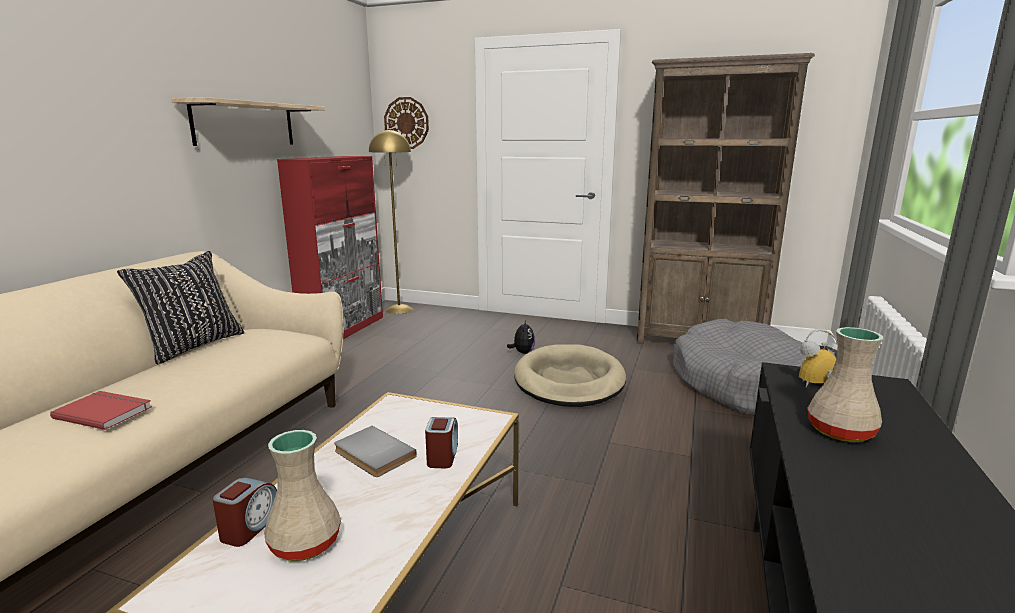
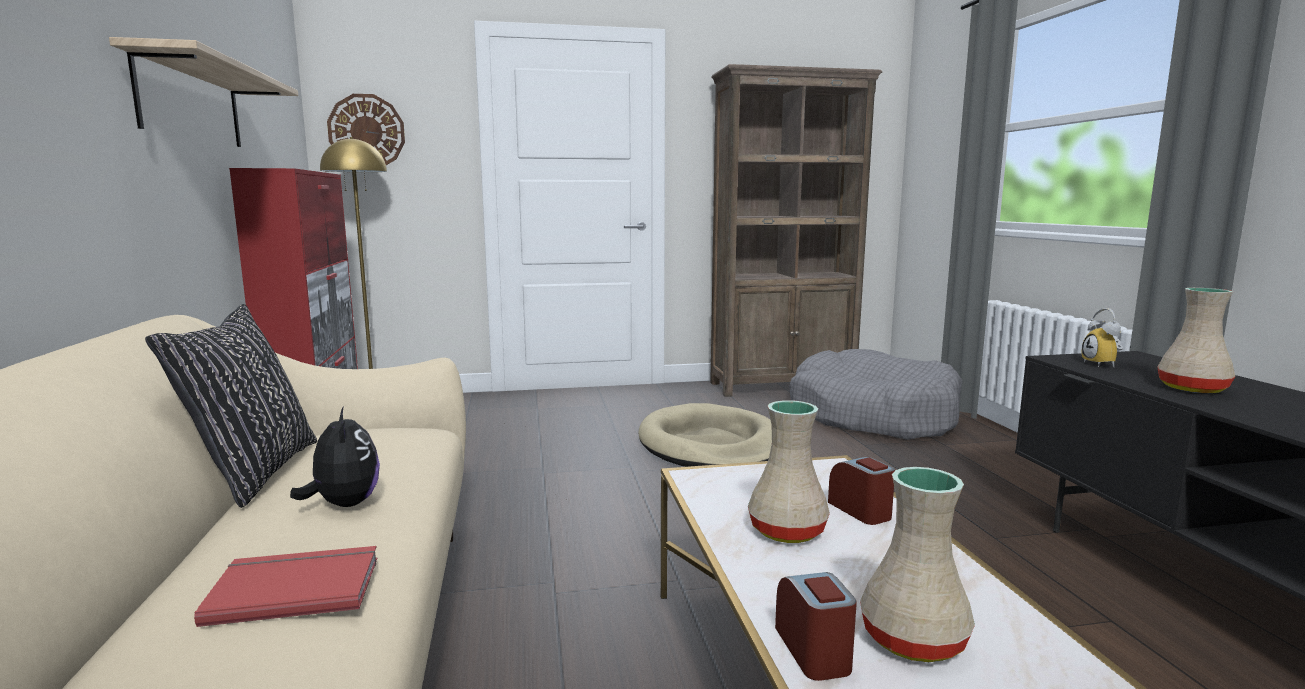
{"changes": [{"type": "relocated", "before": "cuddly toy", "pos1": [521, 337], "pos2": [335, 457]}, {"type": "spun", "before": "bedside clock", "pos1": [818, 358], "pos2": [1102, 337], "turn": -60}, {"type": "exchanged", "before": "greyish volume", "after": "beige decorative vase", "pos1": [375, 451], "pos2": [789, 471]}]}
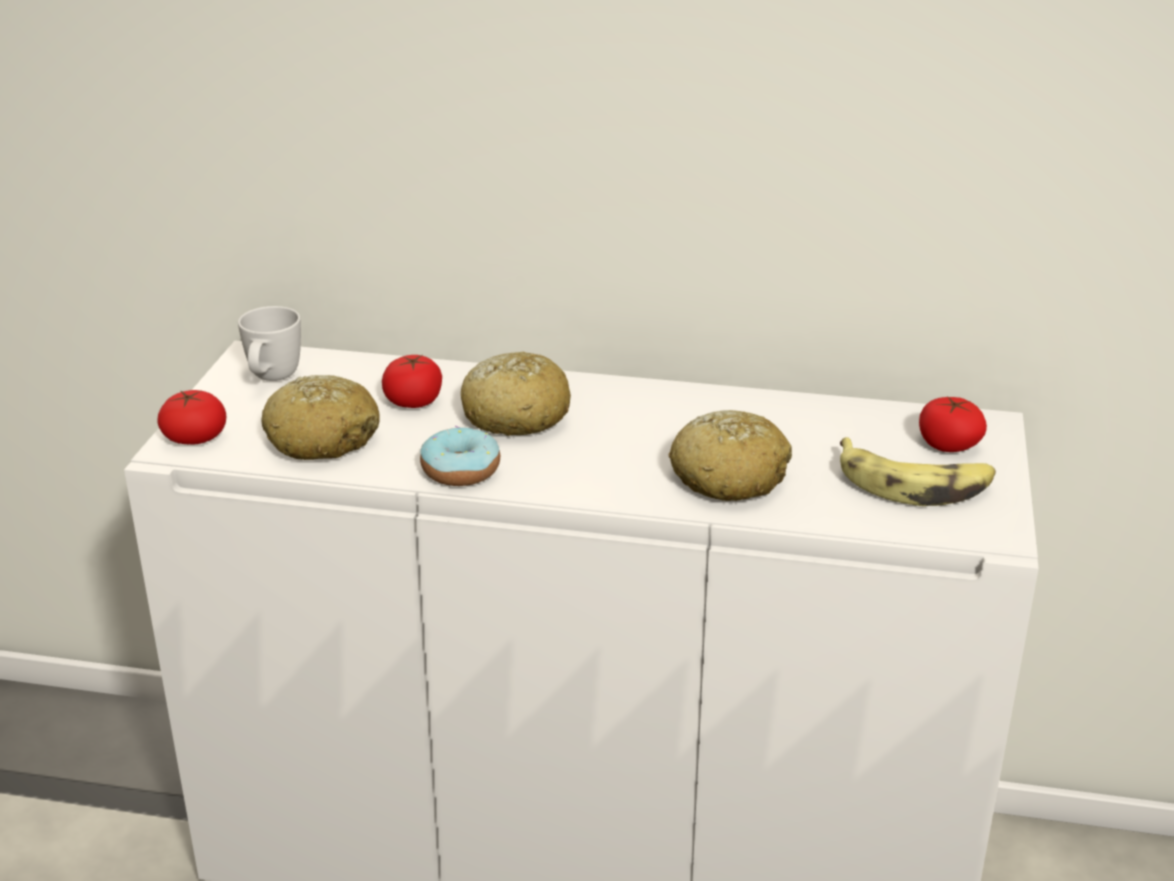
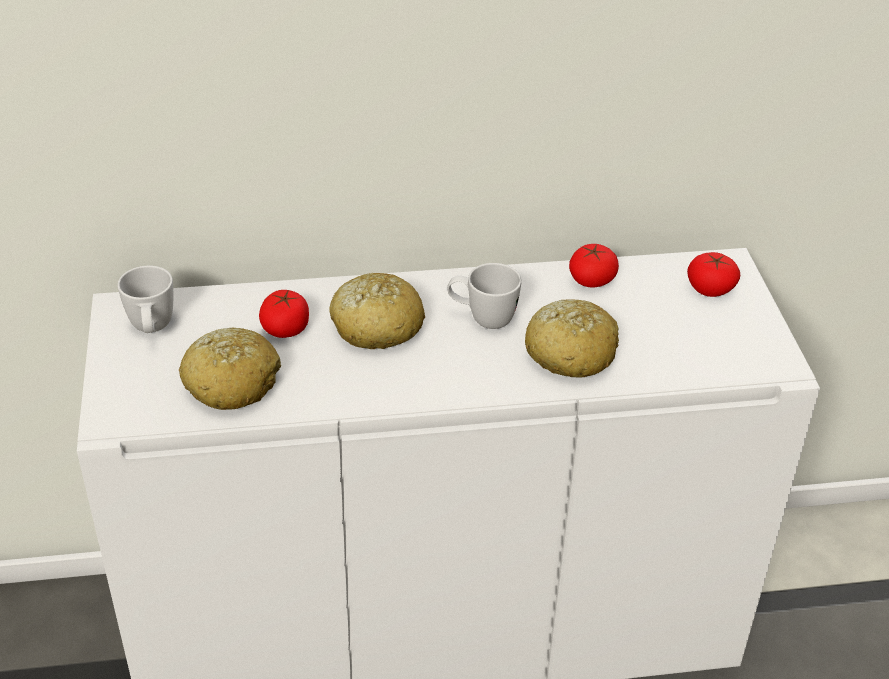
{"changes": [{"type": "relocated", "before": "whole tomato", "pos1": [192, 417], "pos2": [594, 265]}, {"type": "missing", "before": "doughnut", "pos1": [460, 456]}, {"type": "missing", "before": "banana", "pos1": [918, 471]}, {"type": "appeared", "after": "white-coloured mug", "pos2": [484, 296]}]}
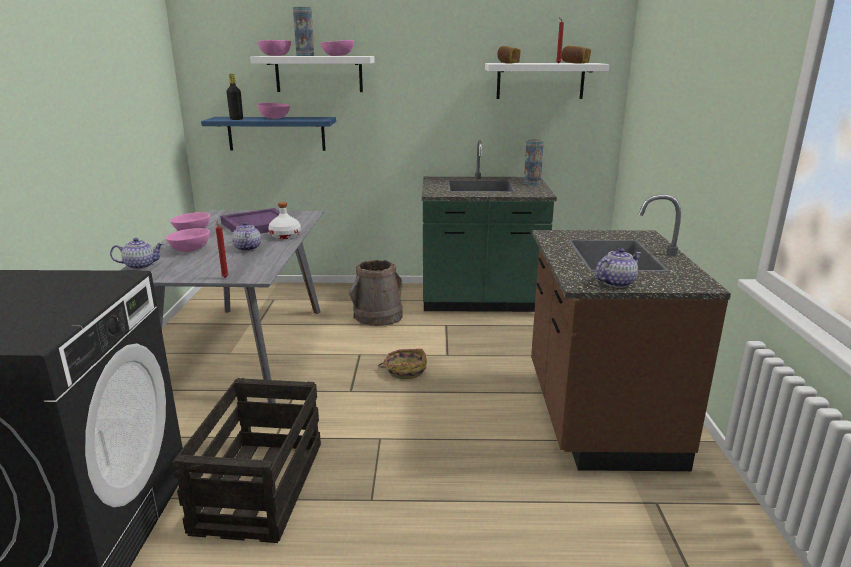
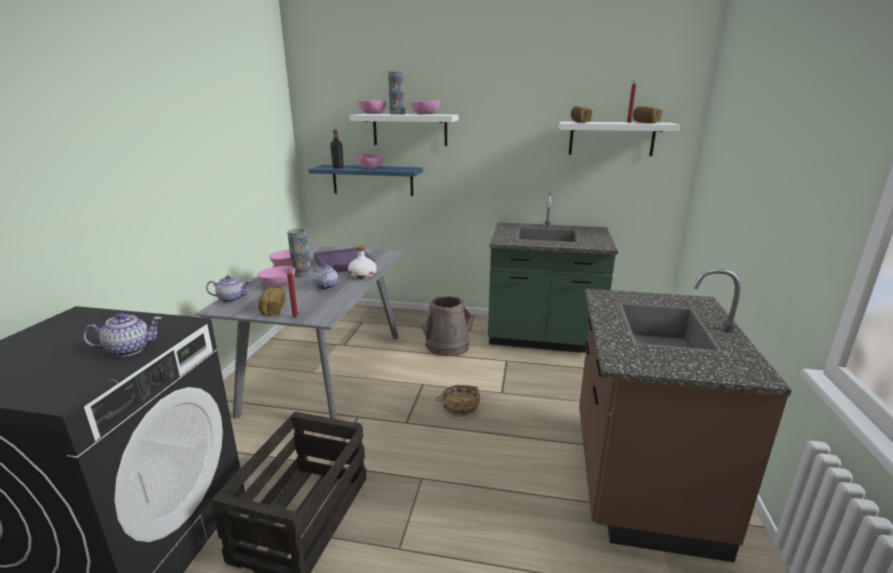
{"changes": [{"type": "relocated", "before": "decorative vase", "pos1": [534, 162], "pos2": [299, 253]}, {"type": "relocated", "before": "pot for tea", "pos1": [618, 268], "pos2": [122, 335]}, {"type": "appeared", "after": "bread", "pos2": [272, 301]}]}
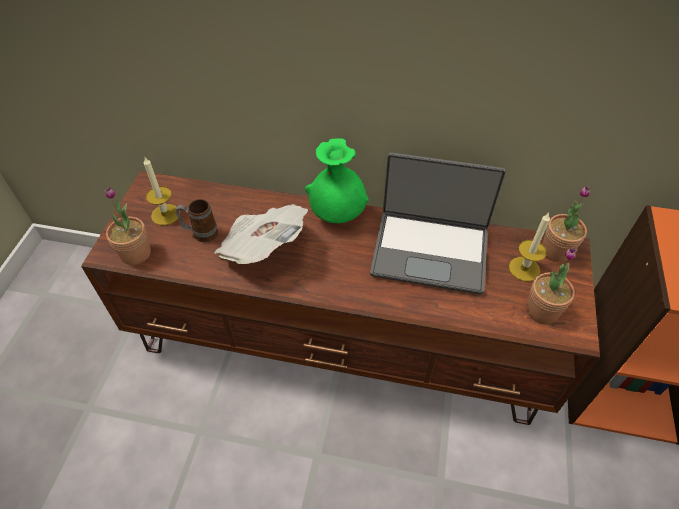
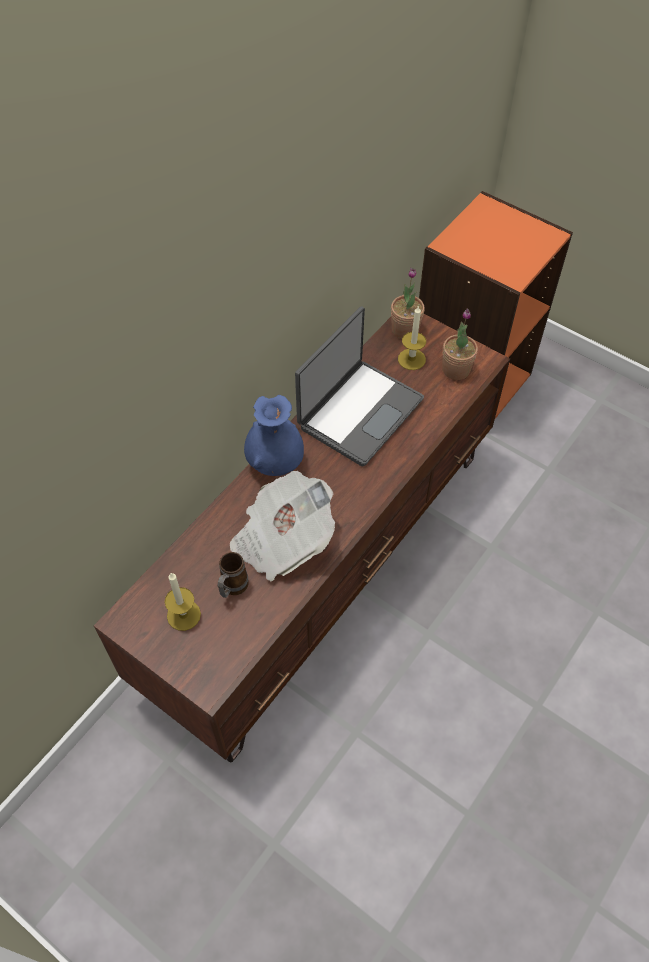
{"changes": [{"type": "colour", "before": "green-coloured decorative vase", "after": "blue decorative vase", "pos1": [337, 180], "pos2": [274, 435]}, {"type": "missing", "before": "potted plant", "pos1": [127, 226]}]}
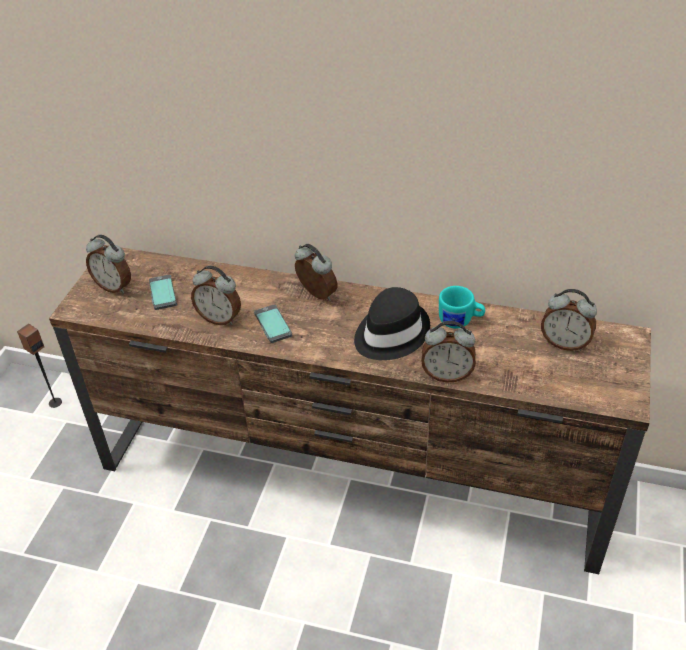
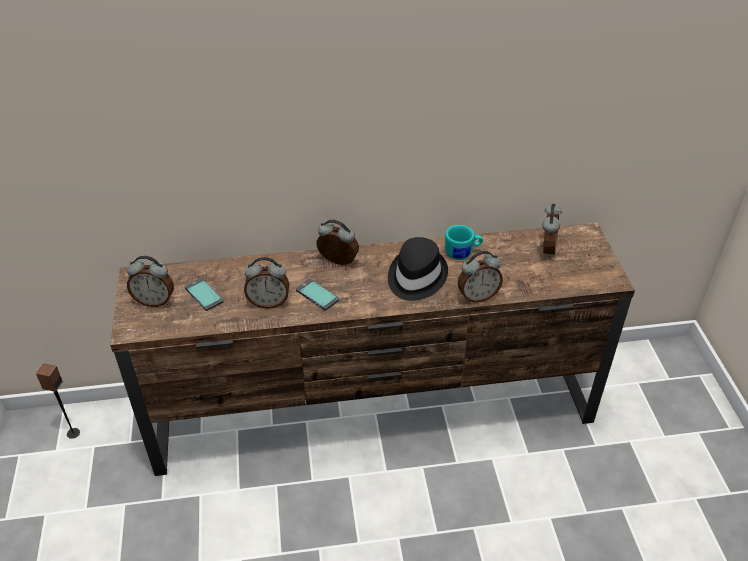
{"changes": [{"type": "spun", "before": "bedside clock", "pos1": [569, 320], "pos2": [552, 231], "turn": -75}]}
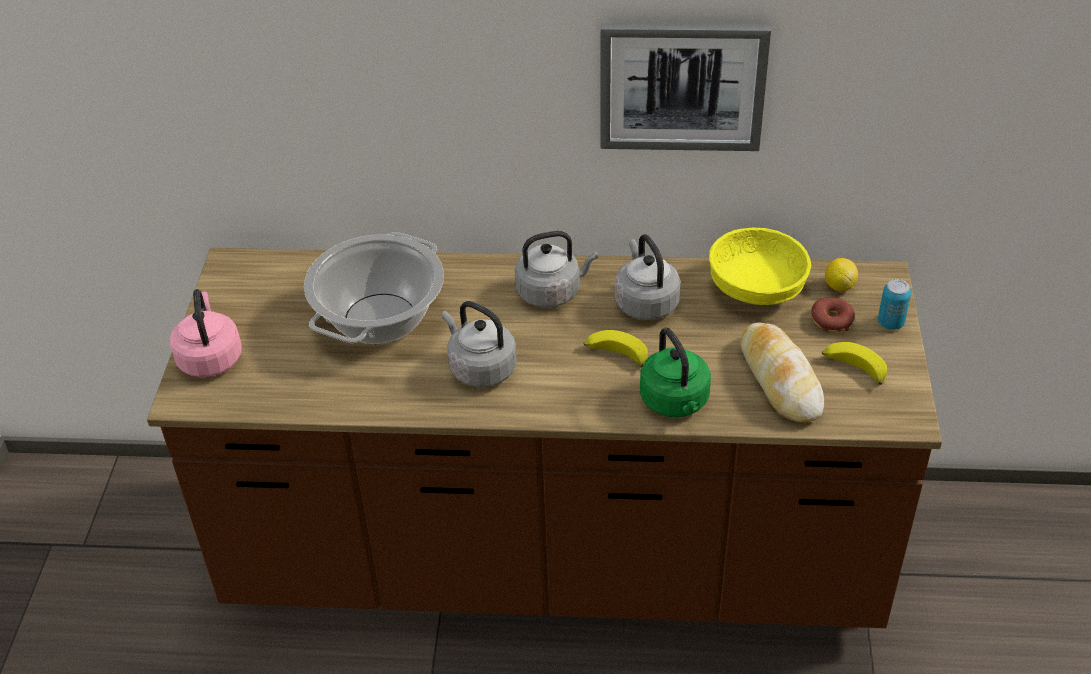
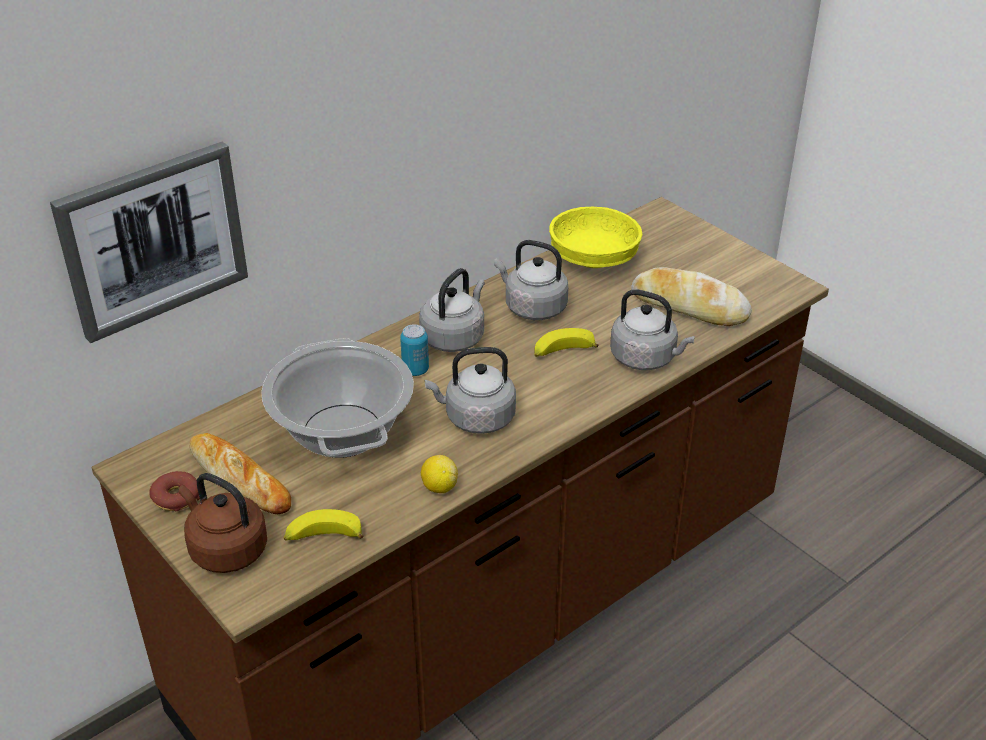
{"changes": [{"type": "relocated", "before": "wall picture", "pos1": [686, 87], "pos2": [149, 242]}, {"type": "relocated", "before": "whole lemon", "pos1": [841, 274], "pos2": [439, 474]}, {"type": "relocated", "before": "sealed can", "pos1": [894, 304], "pos2": [414, 350]}, {"type": "colour", "before": "pink-coloured water kettle", "after": "brown water kettle", "pos1": [206, 333], "pos2": [223, 523]}, {"type": "relocated", "before": "doughnut", "pos1": [833, 314], "pos2": [175, 491]}, {"type": "colour", "before": "green-coloured water kettle", "after": "greyish water kettle", "pos1": [675, 372], "pos2": [652, 329]}, {"type": "relocated", "before": "banana", "pos1": [854, 363], "pos2": [324, 524]}, {"type": "appeared", "after": "bread", "pos2": [240, 473]}]}
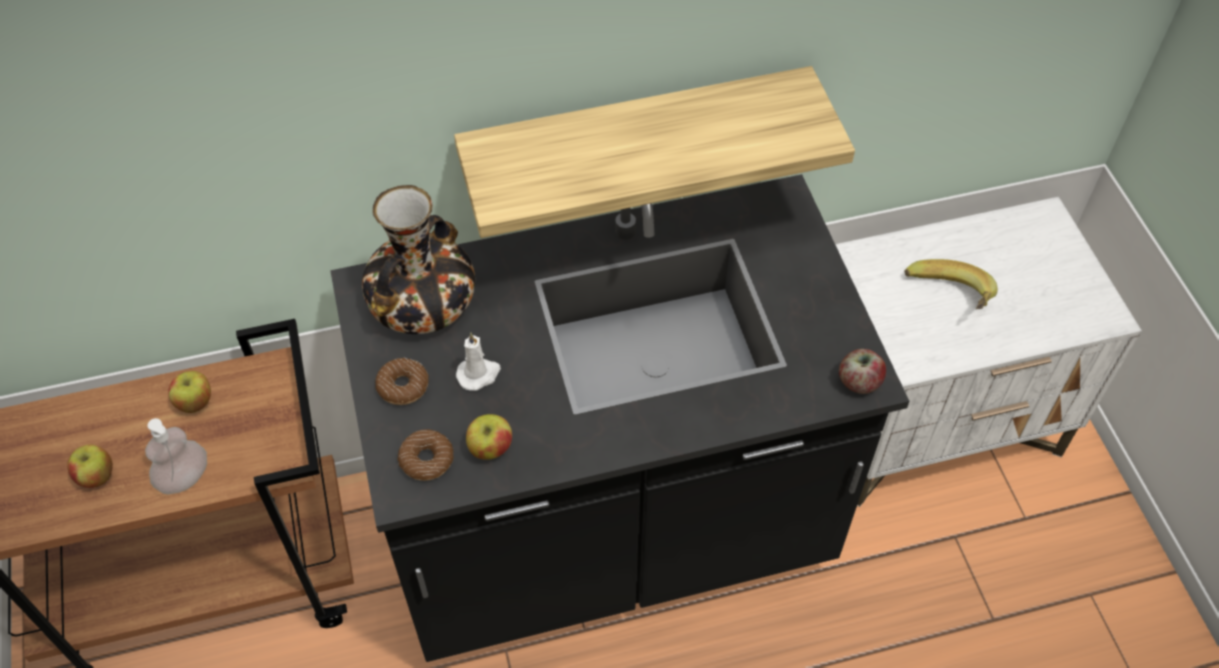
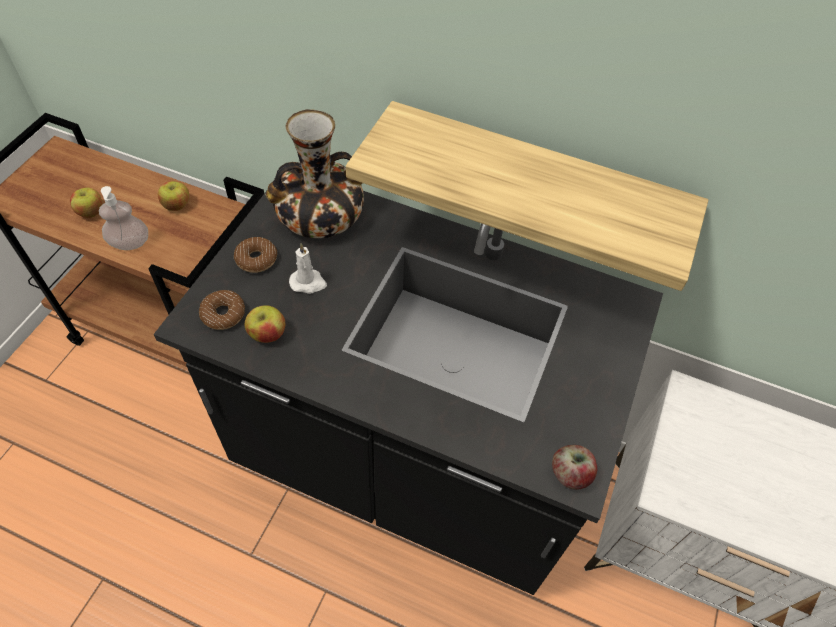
{"changes": [{"type": "missing", "before": "banana", "pos1": [951, 284]}]}
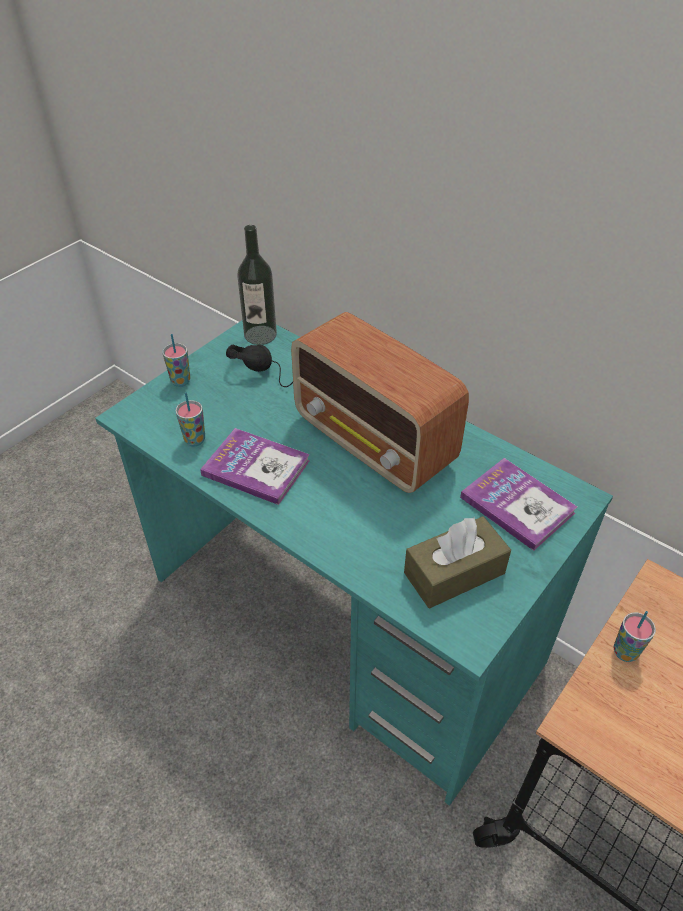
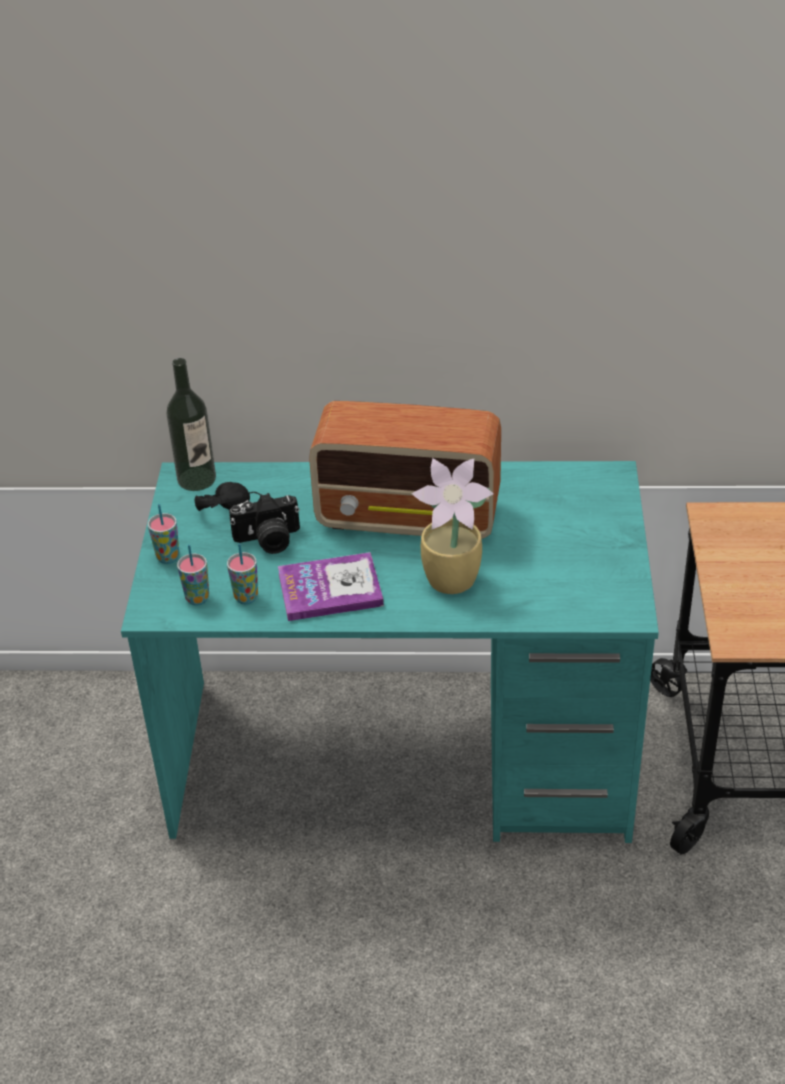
{"changes": [{"type": "missing", "before": "volume", "pos1": [518, 504]}, {"type": "missing", "before": "brown tissue holder", "pos1": [457, 562]}, {"type": "relocated", "before": "cup", "pos1": [635, 636], "pos2": [193, 575]}, {"type": "appeared", "after": "potted plant", "pos2": [452, 526]}, {"type": "appeared", "after": "photo camera", "pos2": [264, 523]}]}
